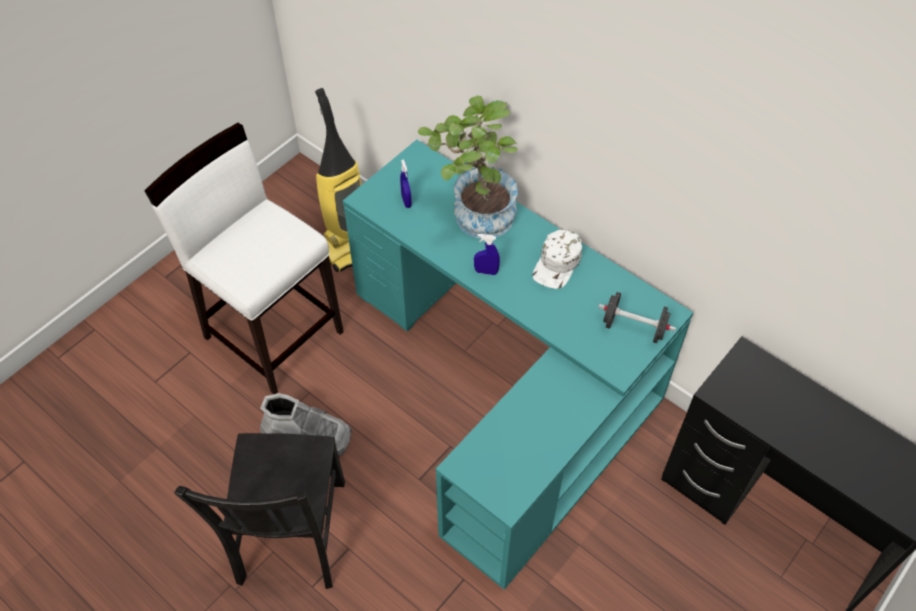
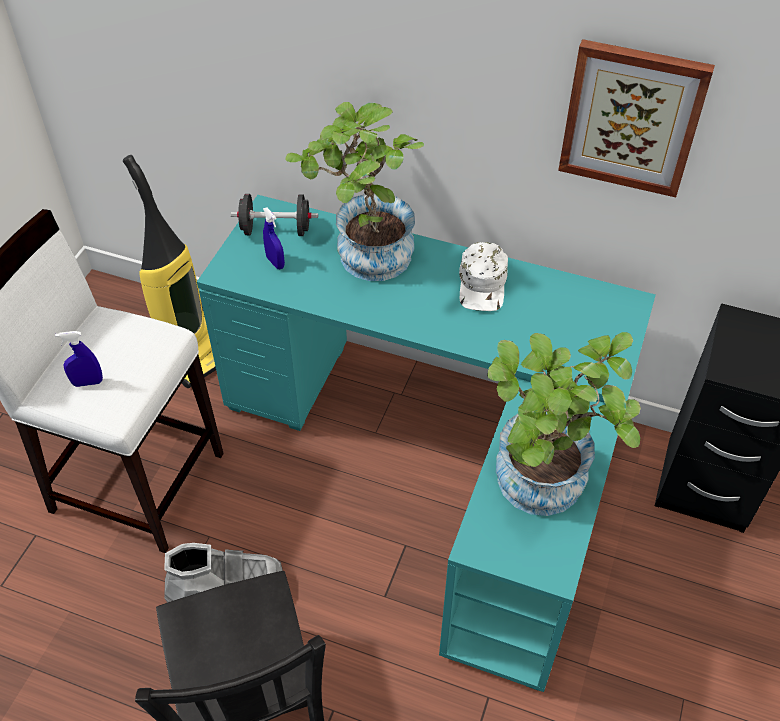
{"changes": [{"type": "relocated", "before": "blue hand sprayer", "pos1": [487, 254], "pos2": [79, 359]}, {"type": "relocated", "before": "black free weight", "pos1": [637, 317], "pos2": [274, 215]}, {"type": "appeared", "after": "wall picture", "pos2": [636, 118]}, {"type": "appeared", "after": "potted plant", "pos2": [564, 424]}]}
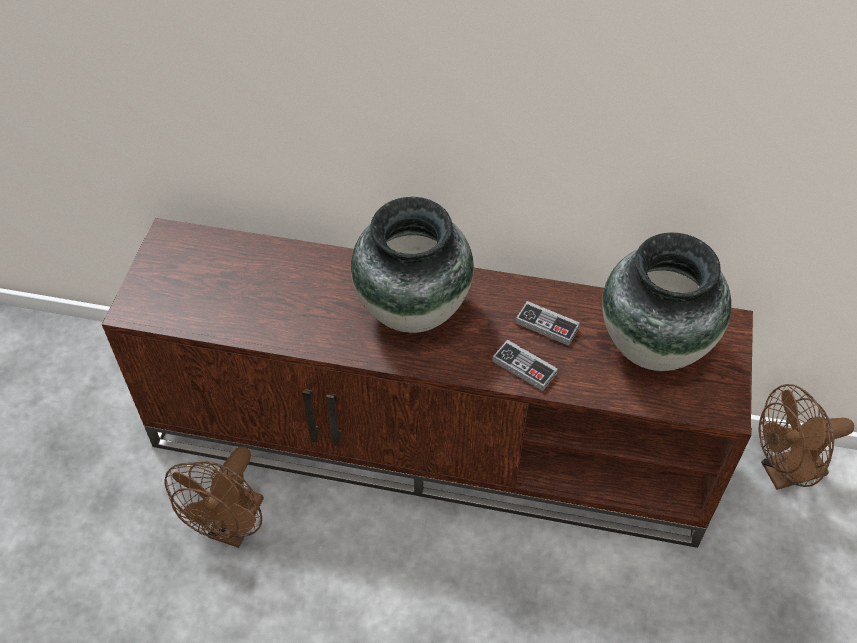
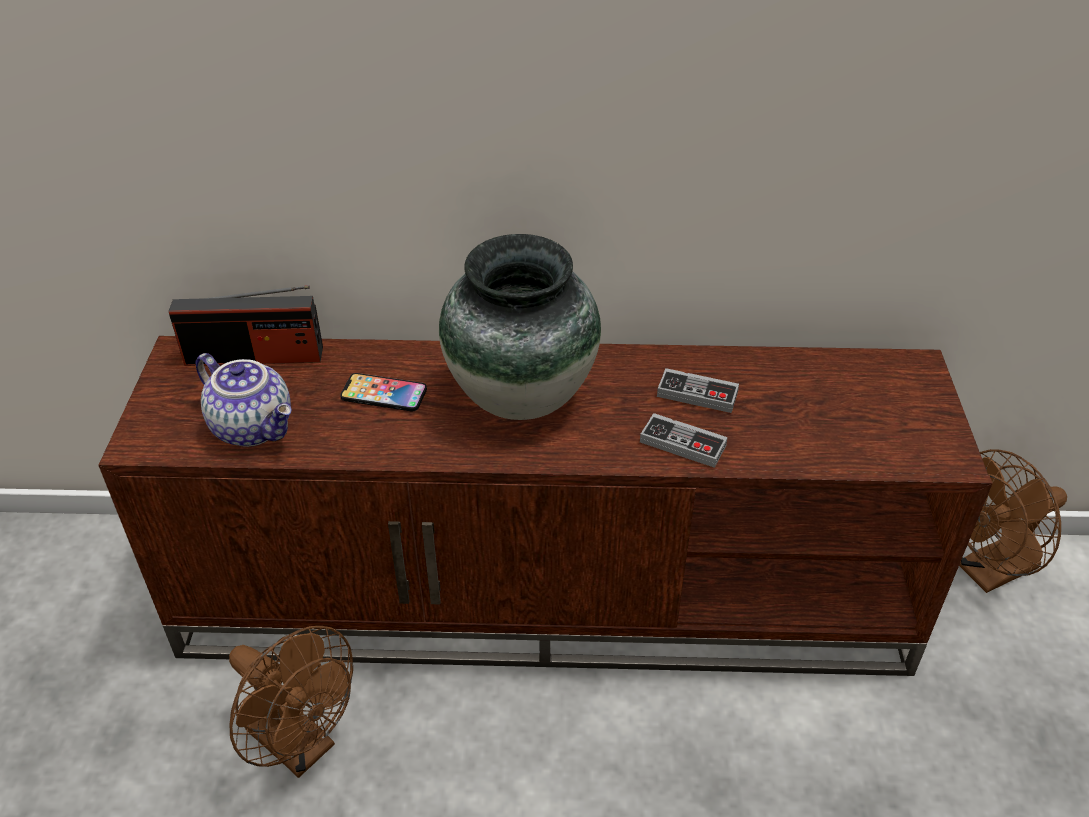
{"changes": [{"type": "missing", "before": "decorative vase", "pos1": [666, 302]}, {"type": "spun", "before": "brown cooling fan", "pos1": [214, 497], "pos2": [291, 702], "turn": -60}, {"type": "appeared", "after": "radio receiver", "pos2": [246, 325]}, {"type": "appeared", "after": "pot for tea", "pos2": [243, 400]}, {"type": "appeared", "after": "phone", "pos2": [383, 392]}]}
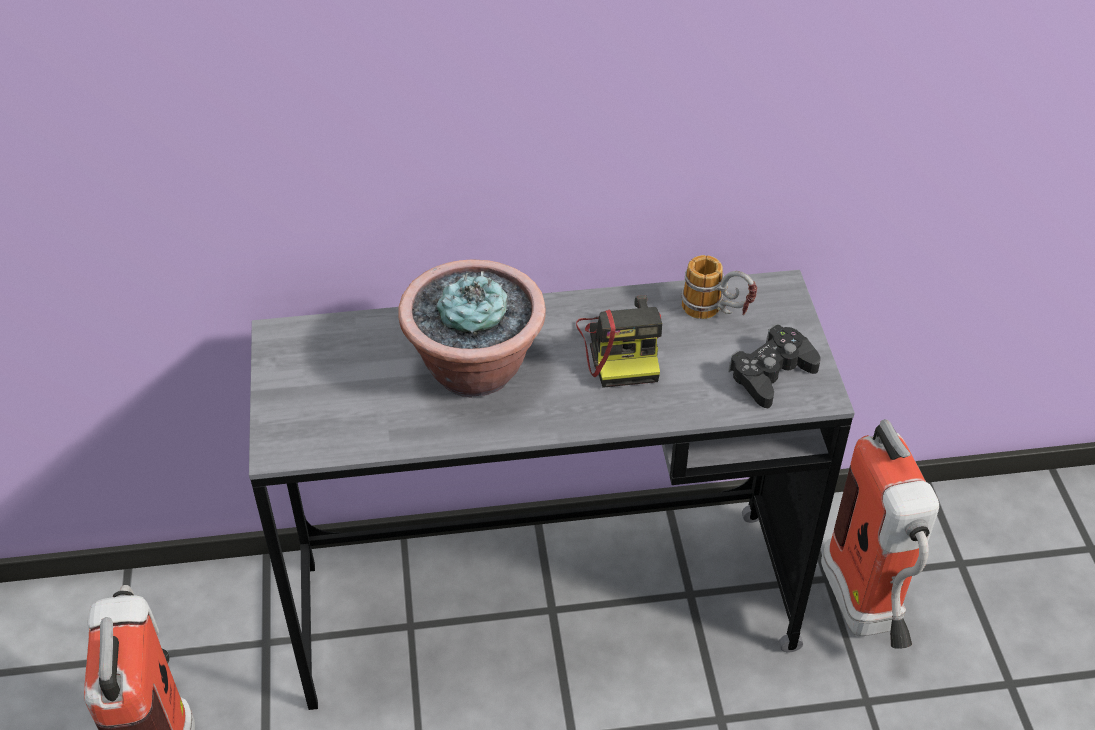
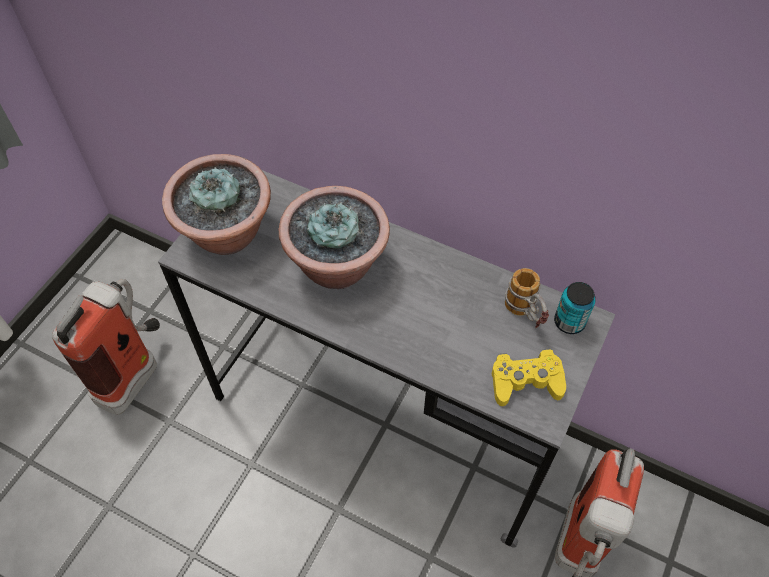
{"changes": [{"type": "missing", "before": "photo camera", "pos1": [619, 341]}, {"type": "colour", "before": "black gamepad", "after": "yellowish gamepad", "pos1": [774, 366], "pos2": [529, 377]}, {"type": "appeared", "after": "potted plant", "pos2": [216, 204]}, {"type": "appeared", "after": "sealed can", "pos2": [575, 308]}]}
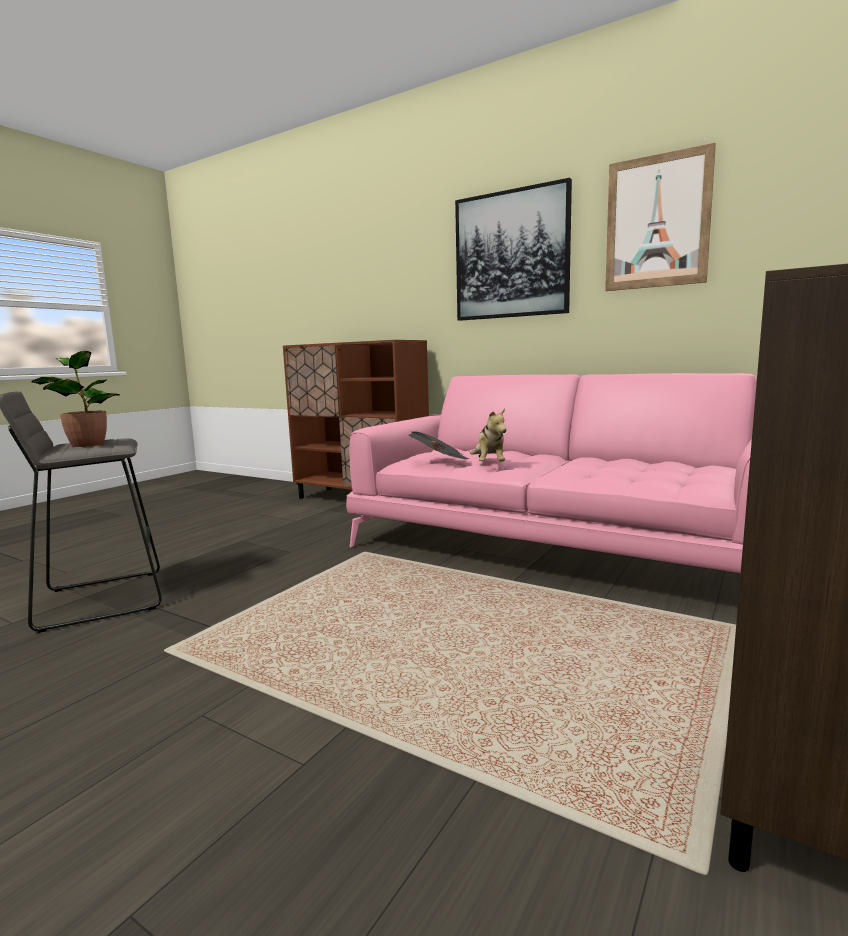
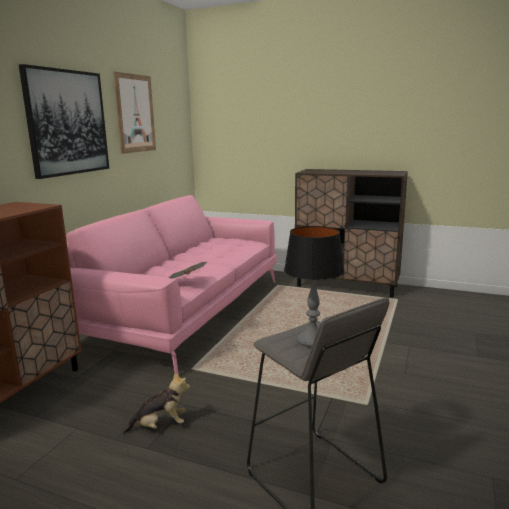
{"changes": [{"type": "exchanged", "before": "potted plant", "after": "tabletop lamp", "pos1": [75, 399], "pos2": [314, 287]}, {"type": "relocated", "before": "cuddly toy", "pos1": [488, 435], "pos2": [156, 403]}]}
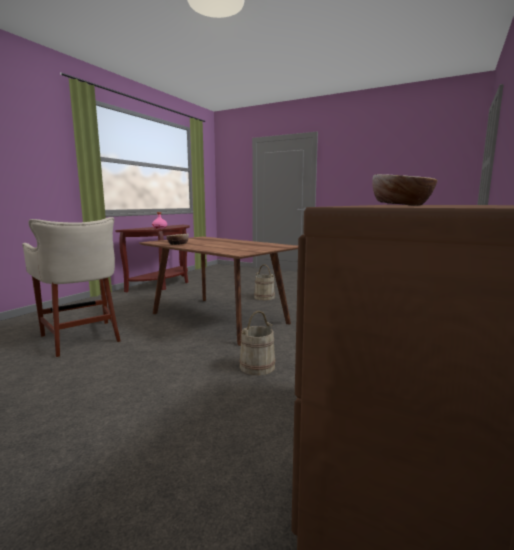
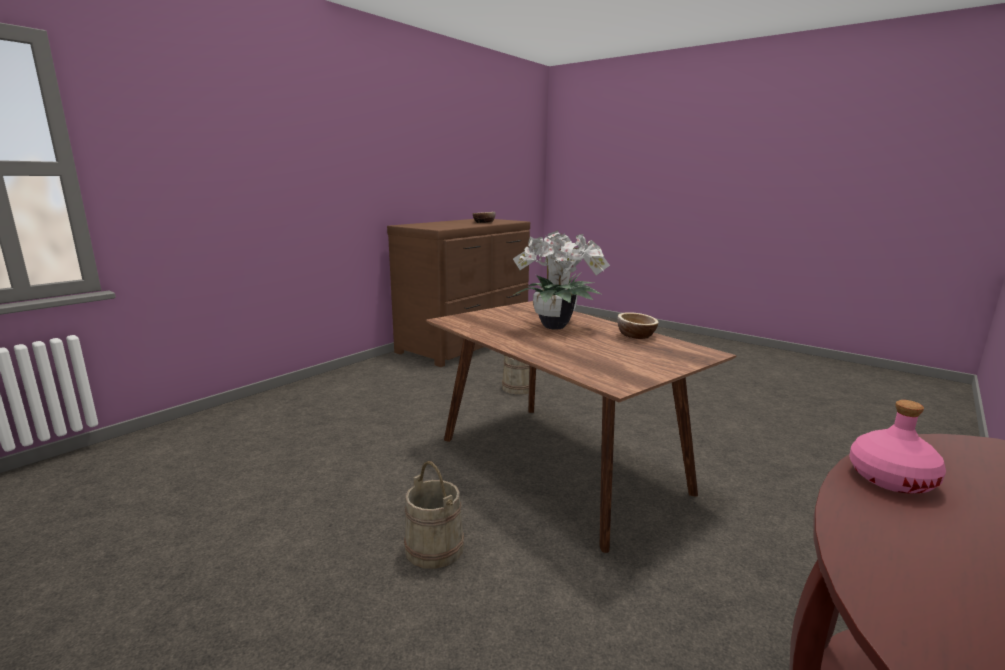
{"changes": [{"type": "missing", "before": "beige stool seat", "pos1": [71, 287]}, {"type": "appeared", "after": "potted plant", "pos2": [561, 280]}]}
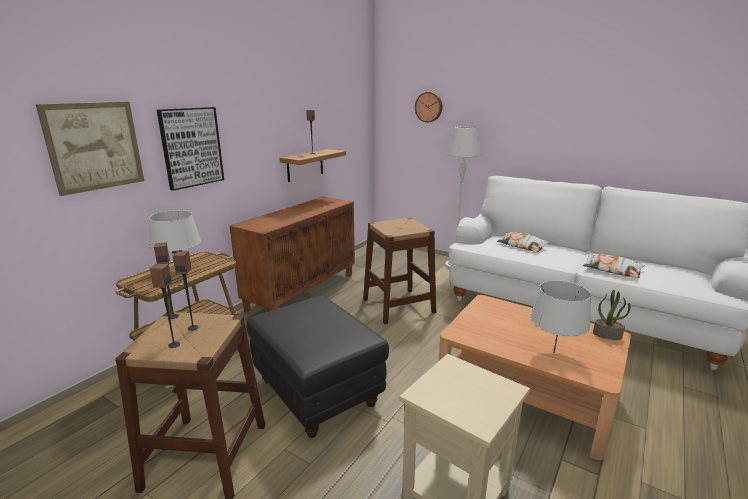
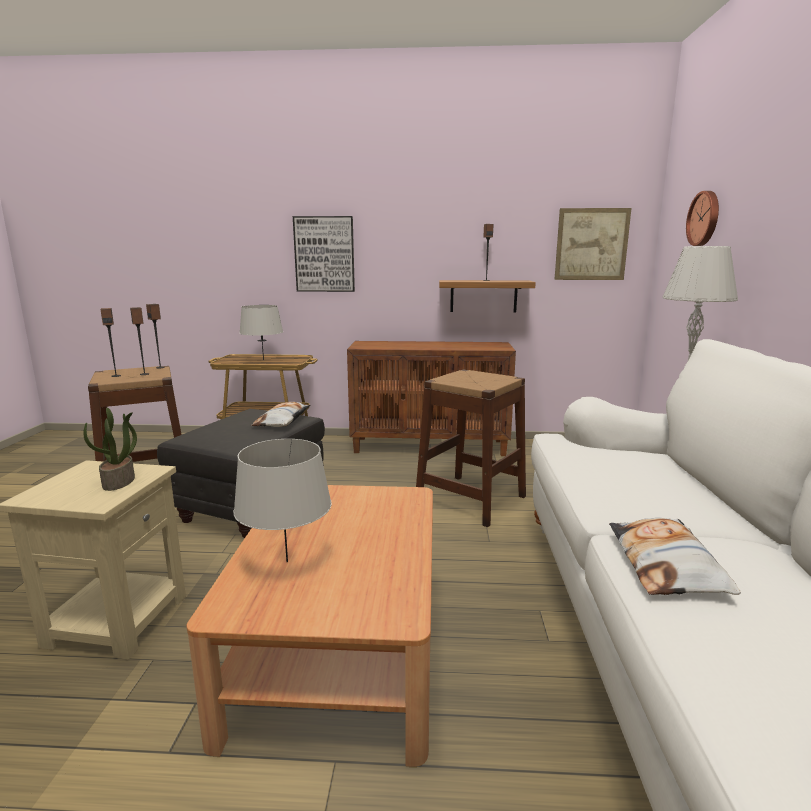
{"changes": [{"type": "relocated", "before": "wall picture", "pos1": [90, 149], "pos2": [593, 244]}, {"type": "relocated", "before": "pillow", "pos1": [523, 242], "pos2": [280, 414]}, {"type": "relocated", "before": "potted plant", "pos1": [611, 315], "pos2": [110, 449]}]}
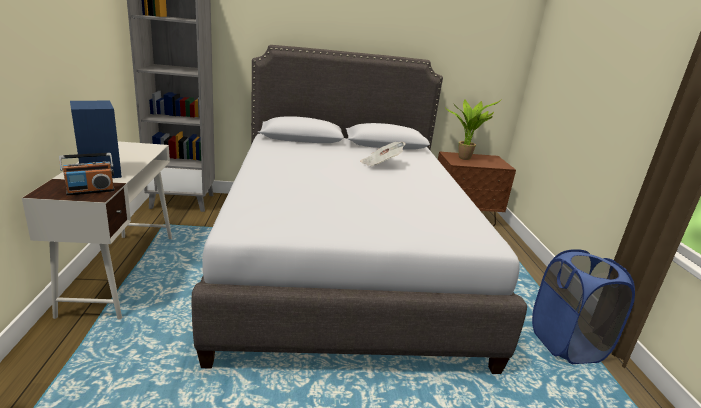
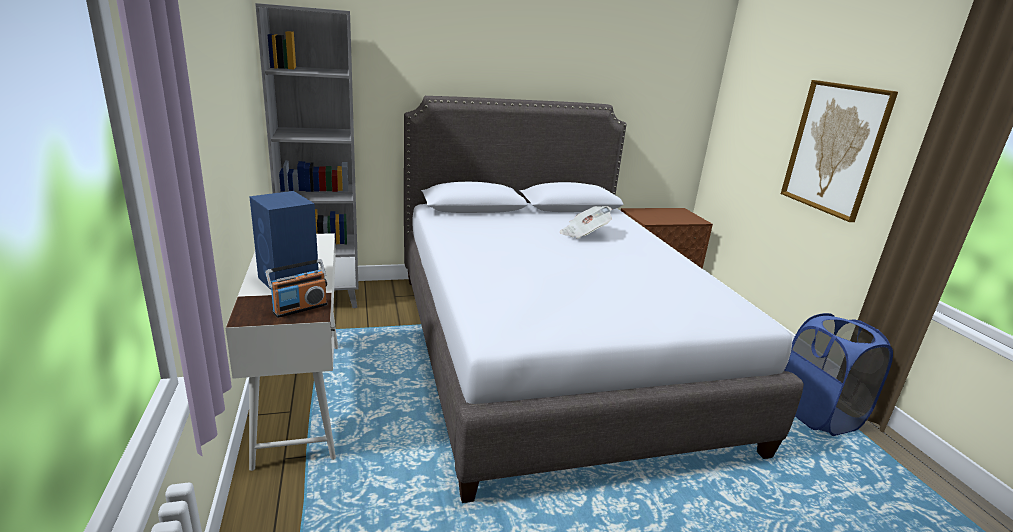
{"changes": [{"type": "missing", "before": "potted plant", "pos1": [474, 129]}, {"type": "appeared", "after": "wall picture", "pos2": [839, 151]}]}
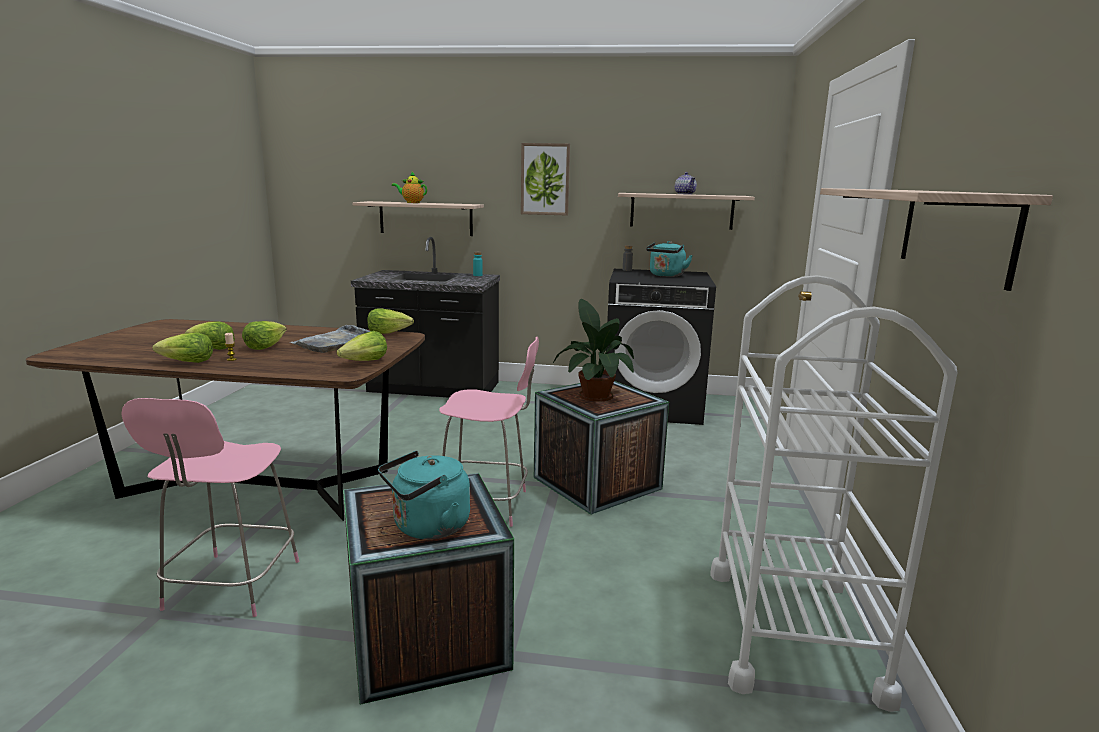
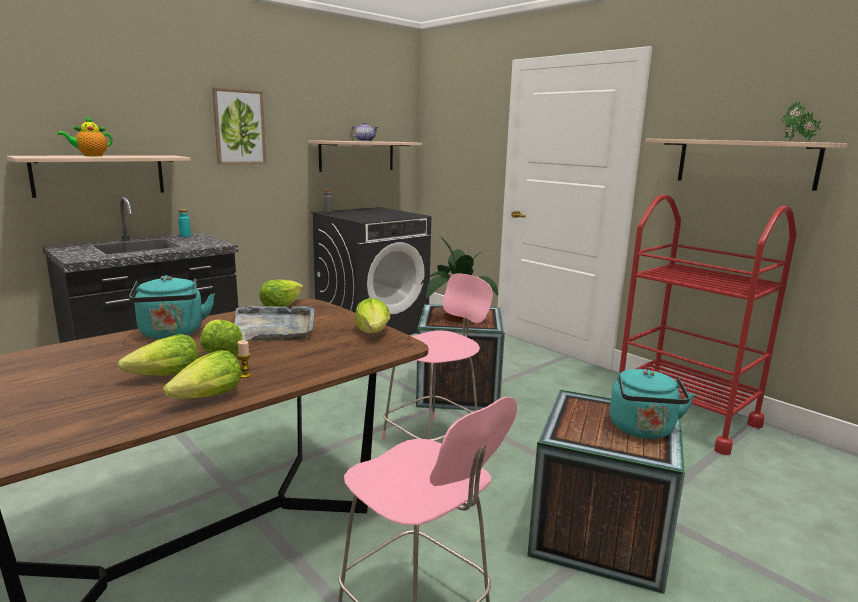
{"changes": [{"type": "relocated", "before": "blue-green water kettle", "pos1": [669, 259], "pos2": [172, 307]}, {"type": "colour", "before": "white-coloured cart", "after": "red cart", "pos1": [834, 493], "pos2": [708, 324]}, {"type": "appeared", "after": "potted plant", "pos2": [801, 121]}]}
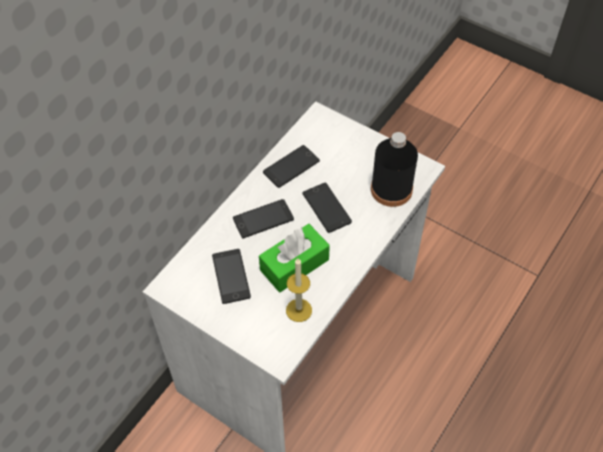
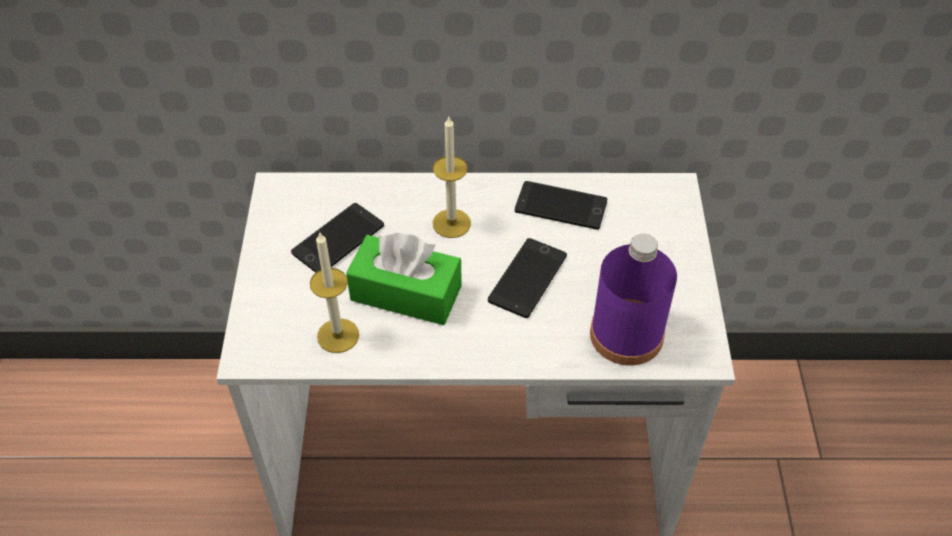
{"changes": [{"type": "colour", "before": "black bottle", "after": "purplish bottle", "pos1": [394, 169], "pos2": [633, 300]}, {"type": "exchanged", "before": "phone", "after": "candle", "pos1": [263, 219], "pos2": [452, 177]}]}
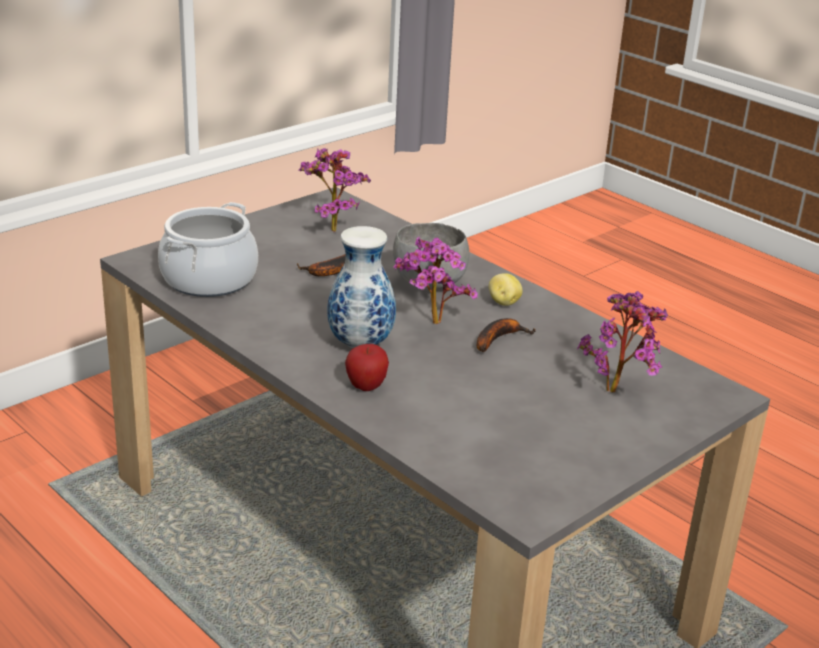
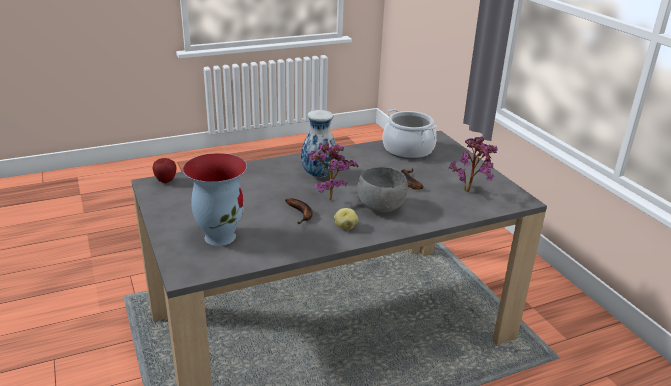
{"changes": [{"type": "exchanged", "before": "potted plant", "after": "decorative vase", "pos1": [622, 342], "pos2": [215, 199]}, {"type": "relocated", "before": "apple fruit", "pos1": [367, 367], "pos2": [165, 170]}]}
